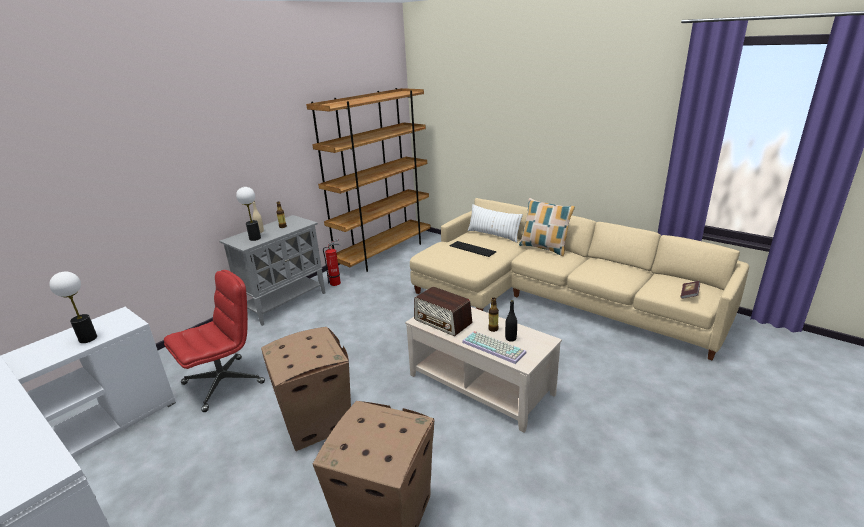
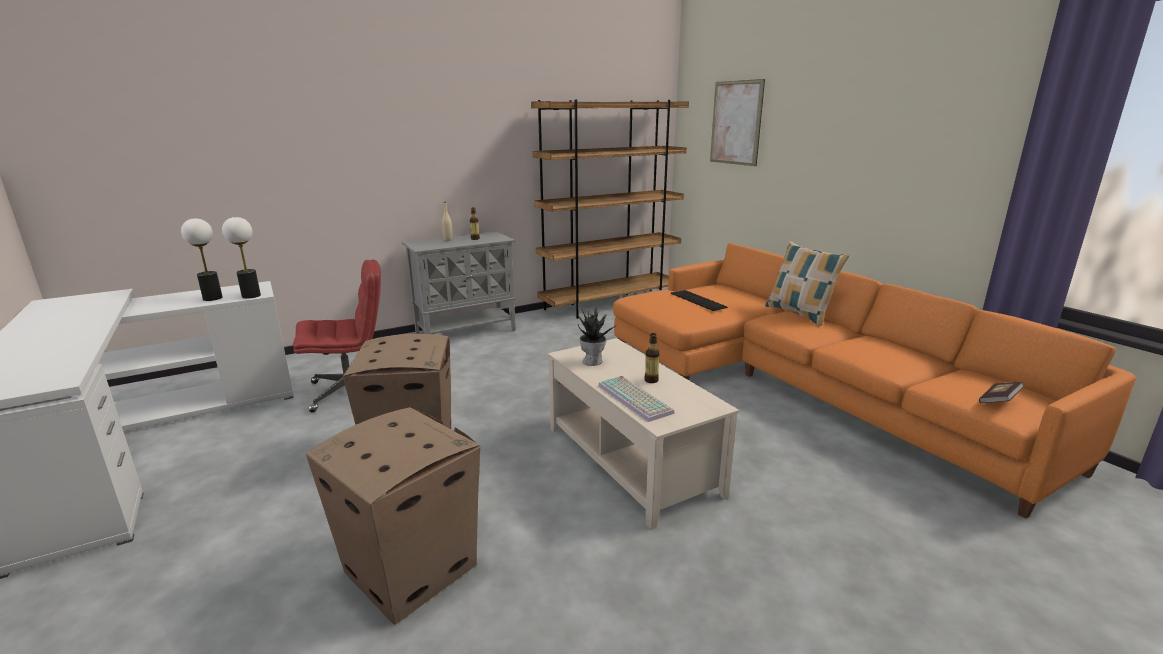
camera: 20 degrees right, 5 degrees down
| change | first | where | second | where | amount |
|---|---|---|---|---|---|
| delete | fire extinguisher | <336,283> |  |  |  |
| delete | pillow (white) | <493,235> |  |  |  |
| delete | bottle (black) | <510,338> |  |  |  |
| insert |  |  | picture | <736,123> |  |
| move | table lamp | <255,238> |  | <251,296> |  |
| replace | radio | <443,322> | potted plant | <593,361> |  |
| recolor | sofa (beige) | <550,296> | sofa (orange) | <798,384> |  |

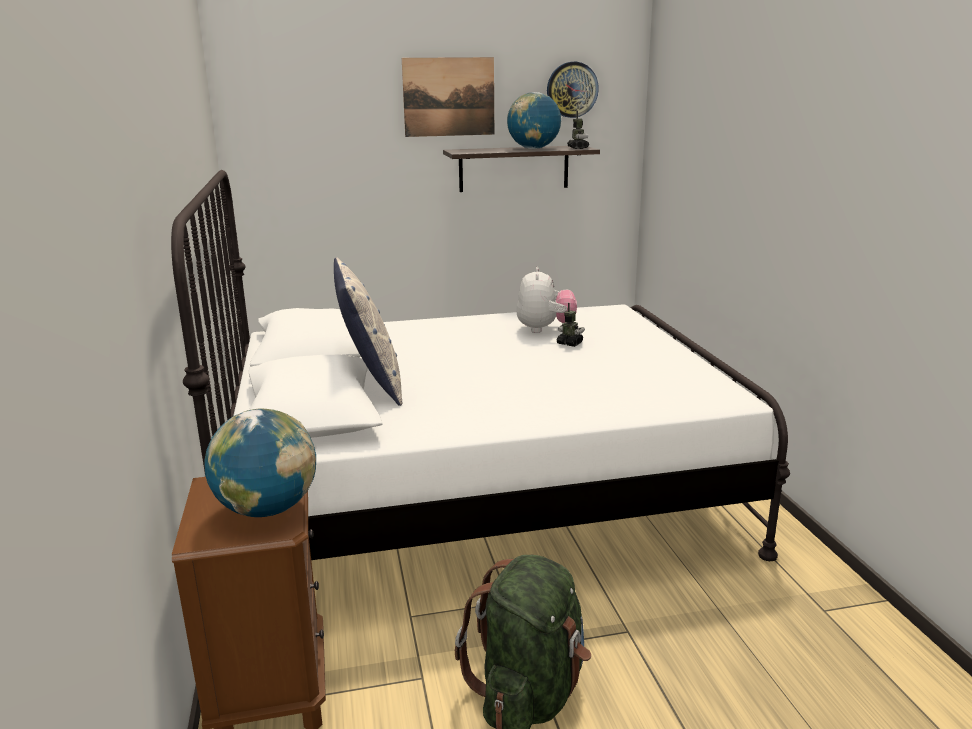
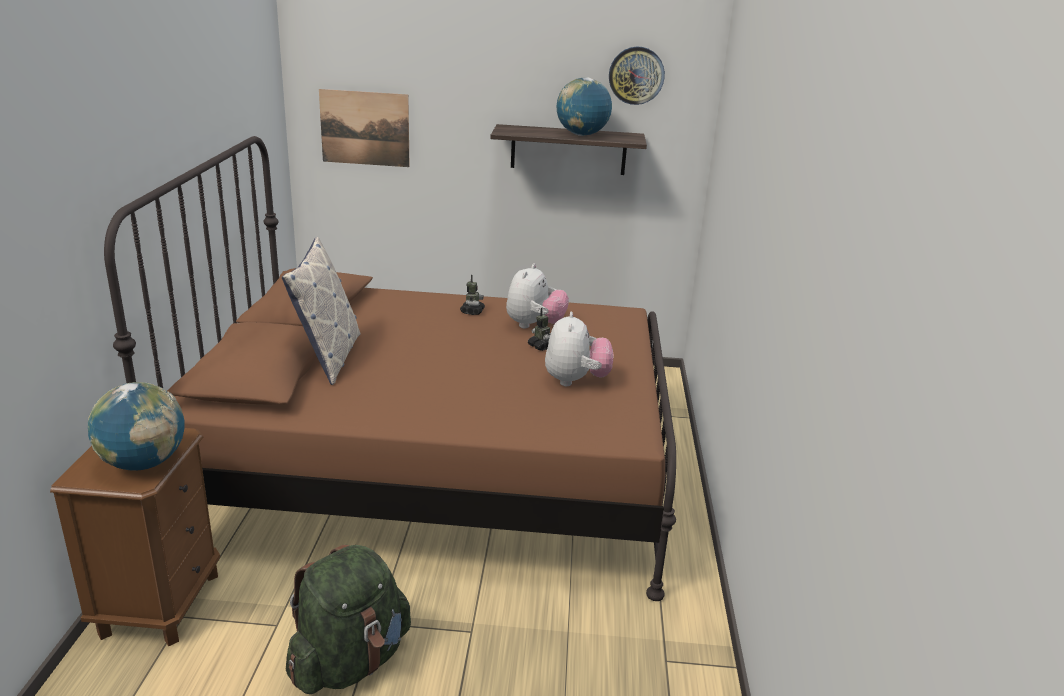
camera: 15 degrees right, 5 degrees up
| change | first | where | second | where | amount |
|---|---|---|---|---|---|
| insert |  |  | plush toy | <576,381> |  |
| move | picture | <449,97> |  | <365,128> |  |
| move | toy robot | <578,148> |  | <472,311> |  |
| recolor | bed (white) | <477,493> | bed (brown) | <436,470> |  |

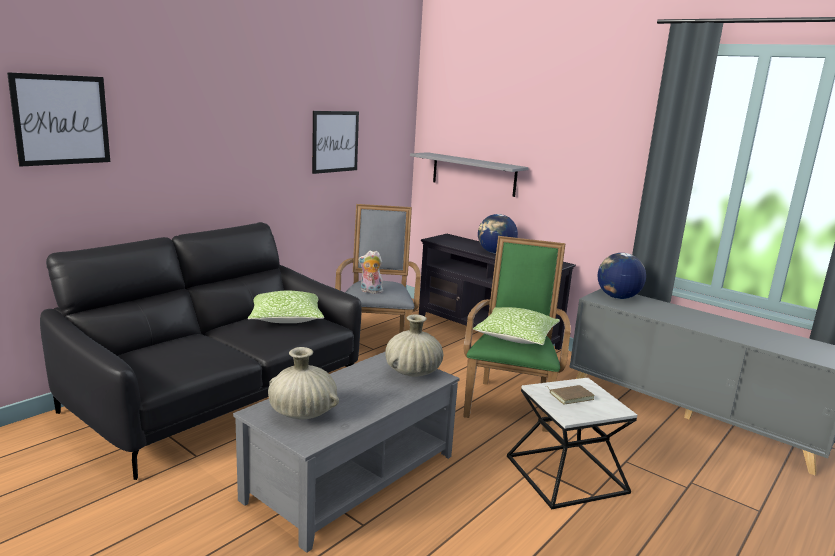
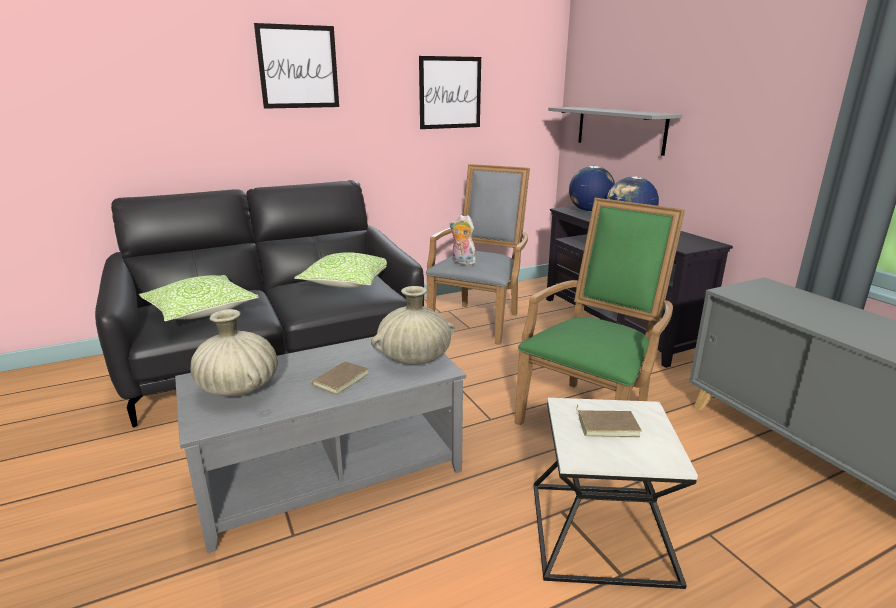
camera: 25 degrees right, 5 degrees up
| change | first | where | second | where | amount |
|---|---|---|---|---|---|
| insert |  |  | book (brown) | <339,379> |  |
| move | picture | <61,120> |  | <298,67> |  |
| move | pillow | <516,337> |  | <201,310> |  |
| move | globe | <617,297> |  | <589,211> |  |

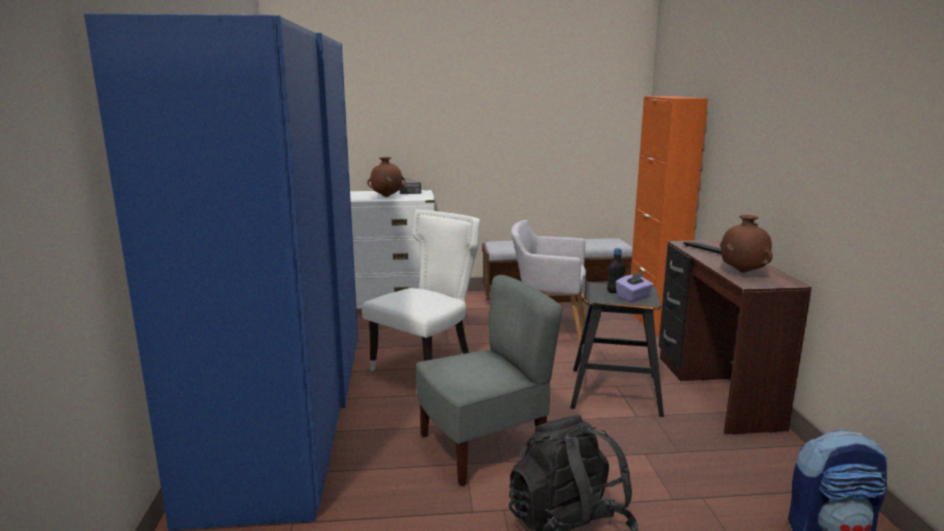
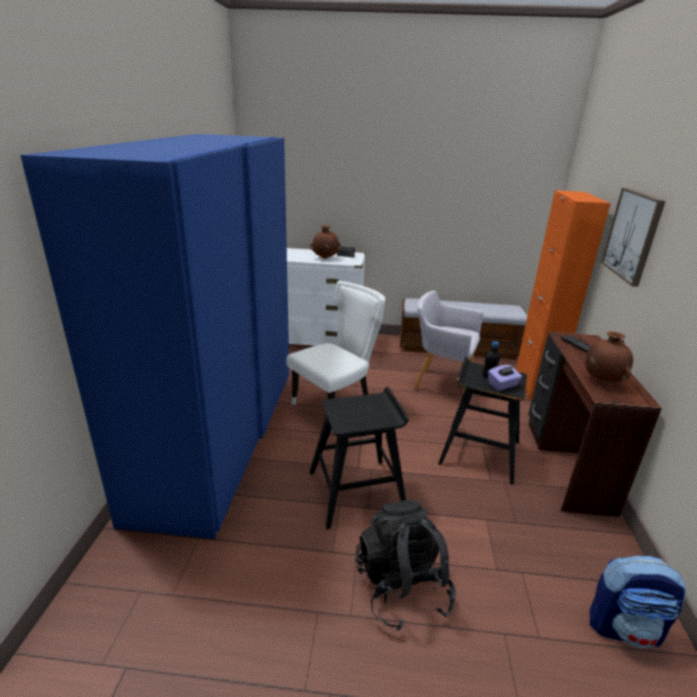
camera: 10 degrees right, 10 degrees up
| change | first | where | second | where | amount |
|---|---|---|---|---|---|
| insert |  |  | picture | <632,235> |  |
| replace | chair (grey) | <483,447> | stool (black) | <357,492> |  |

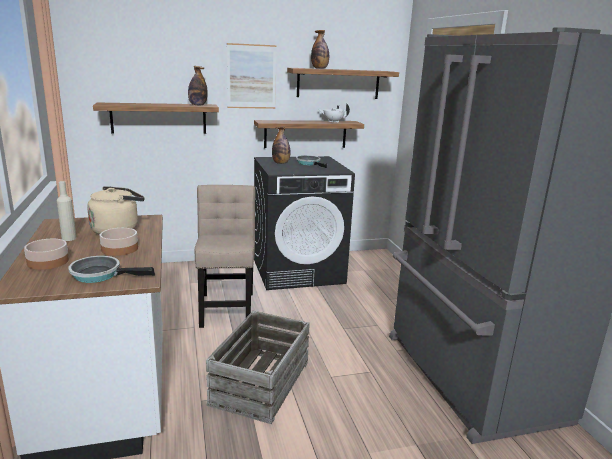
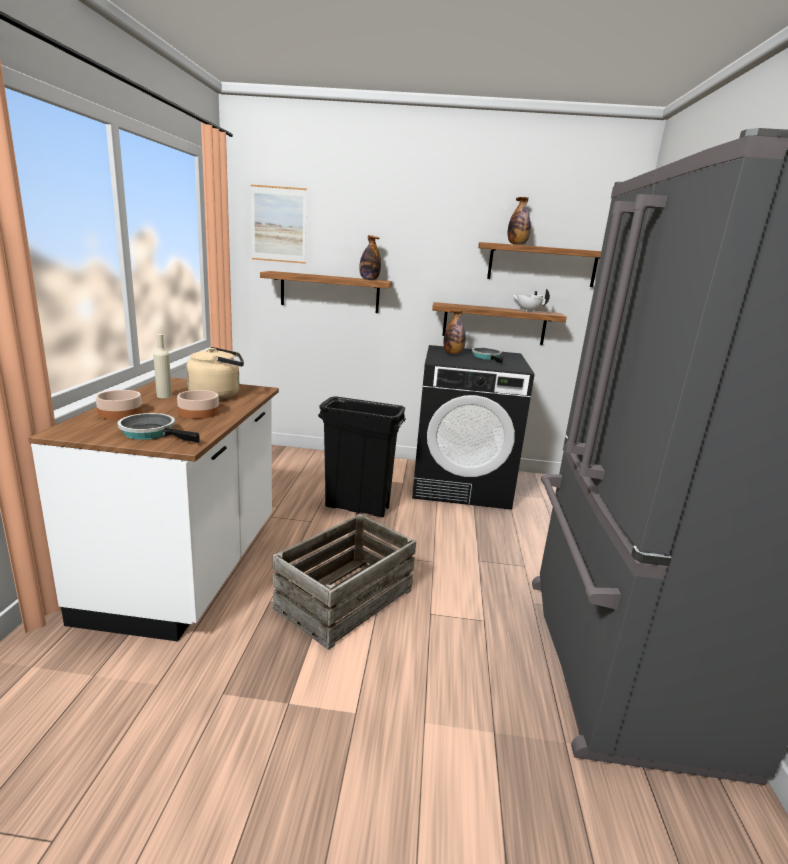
camera: 20 degrees right, 0 degrees up
| change | first | where | second | where | amount |
|---|---|---|---|---|---|
| move | picture | <251,76> |  | <278,224> |  |
| replace | chair (beige) | <226,307> | trash can (black) | <357,507> |  |

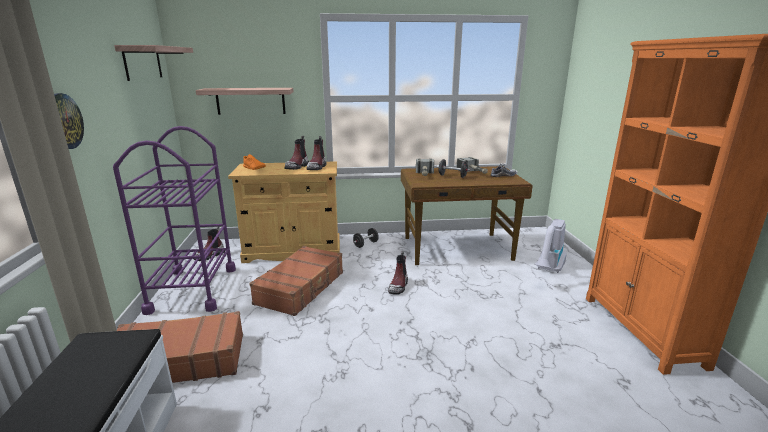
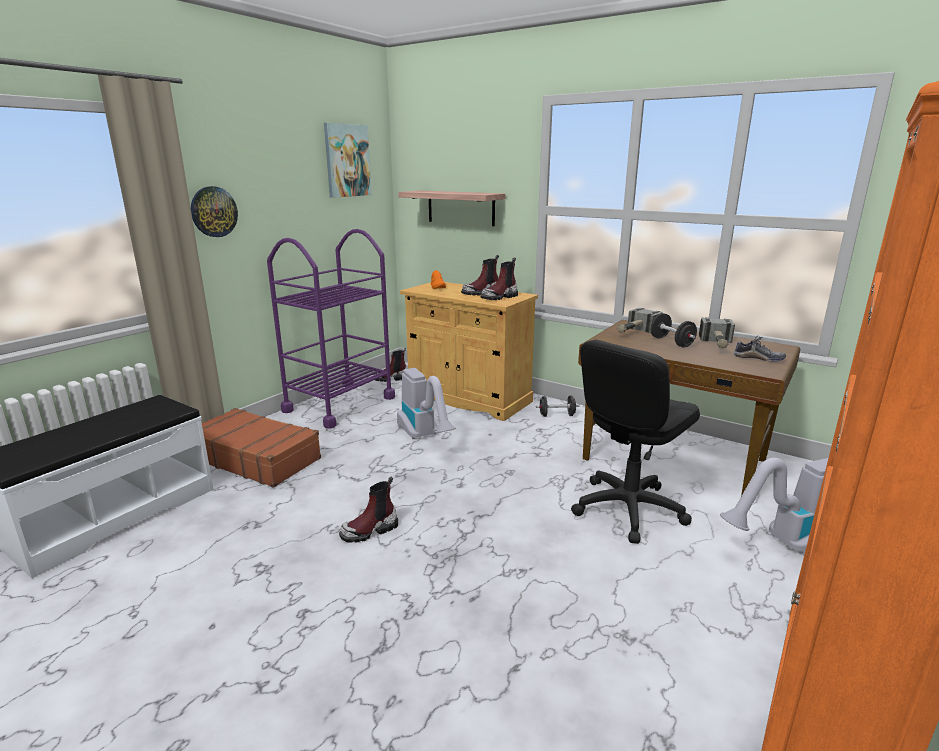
camera: 40 degrees right, 0 degrees up
| change | first | where | second | where | amount |
|---|---|---|---|---|---|
| insert |  |  | office chair (black) | <627,509> |  |
| move | boot | <398,286> |  | <370,530> |  |
| replace | shelf | <142,62> | picture | <347,160> |  |
| replace | suitcase (brown) | <301,288> | vacuum cleaner | <425,437> |  |

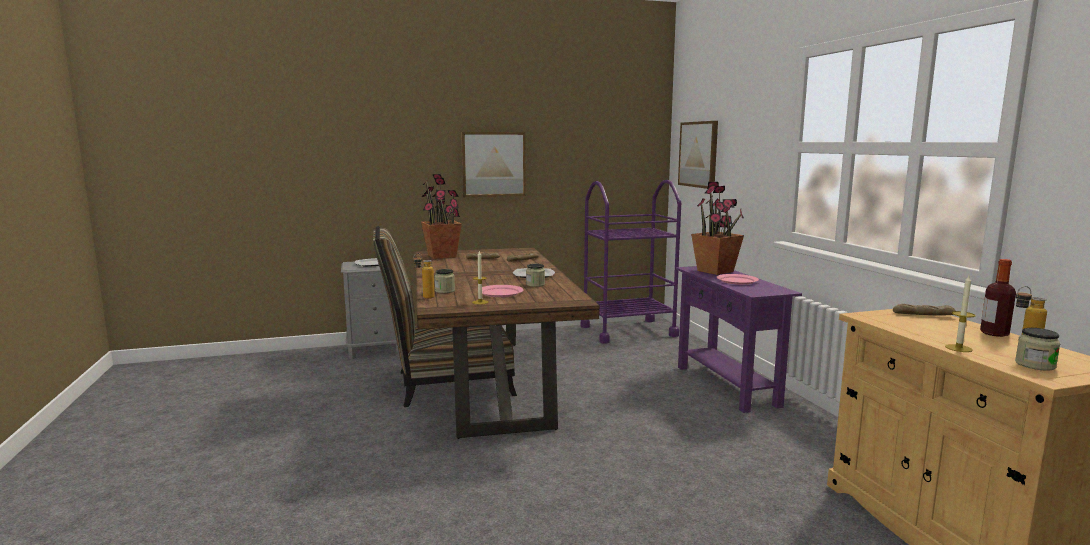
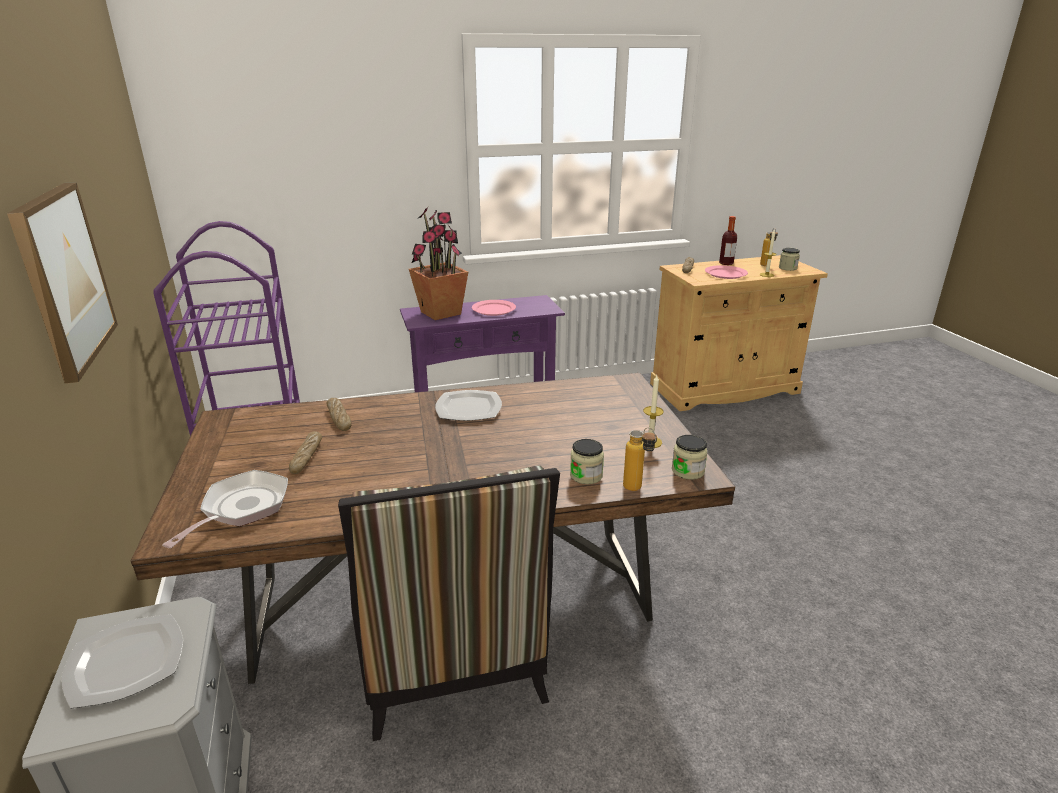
camera: 90 degrees left, 15 degrees up
| change | first | where | second | where | amount |
|---|---|---|---|---|---|
| delete | picture | <698,154> |  |  |  |
| move | plate (pink) | <501,293> |  | <725,274> |  |
| move | jar | <535,284> |  | <687,471> |  |
| replace | potted plant | <442,256> | frying pan | <241,509> |  |

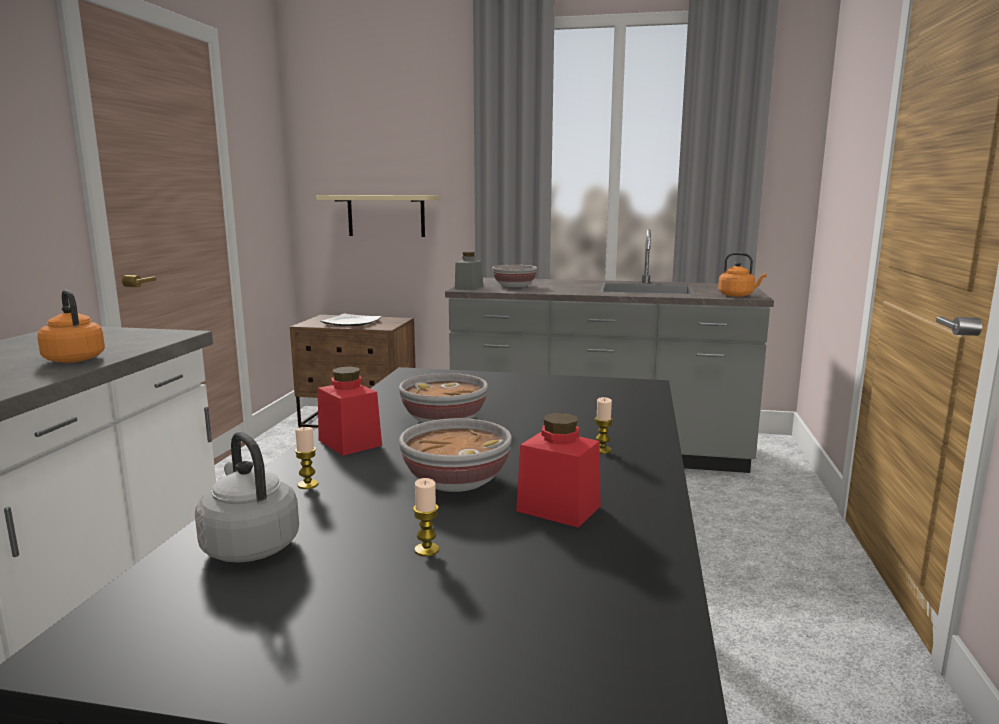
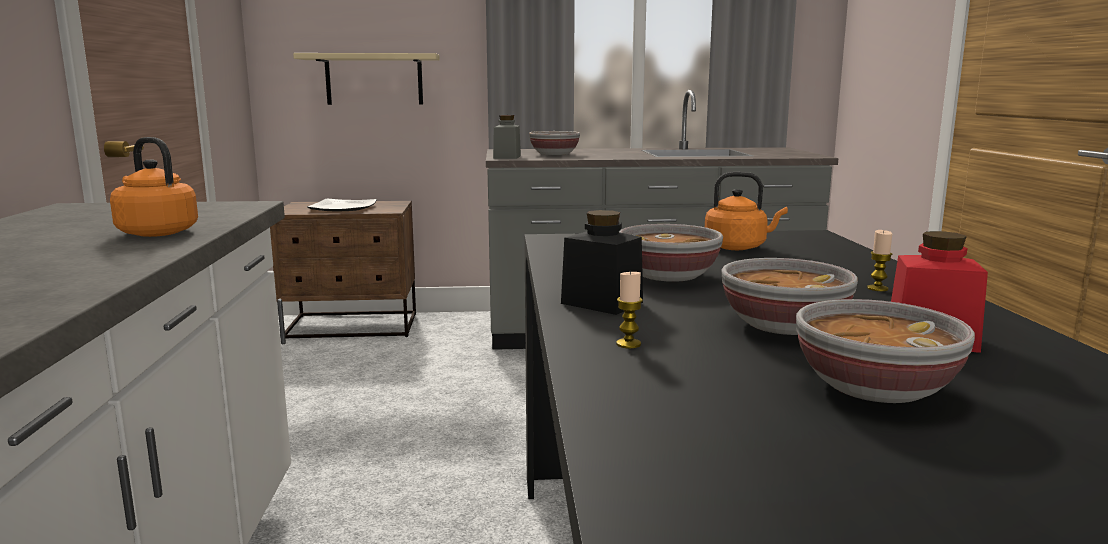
camera: 15 degrees left, 0 degrees up
| change | first | where | second | where | amount |
|---|---|---|---|---|---|
| delete | kettle (grey) | <249,545> |  |  |  |
| move | kettle (orange) | <738,295> |  | <738,247> |  |
| replace | candle | <426,550> | bowl | <872,387> |  |
| recolor | jar (red) | <350,443> | jar (black) | <602,303> |  |

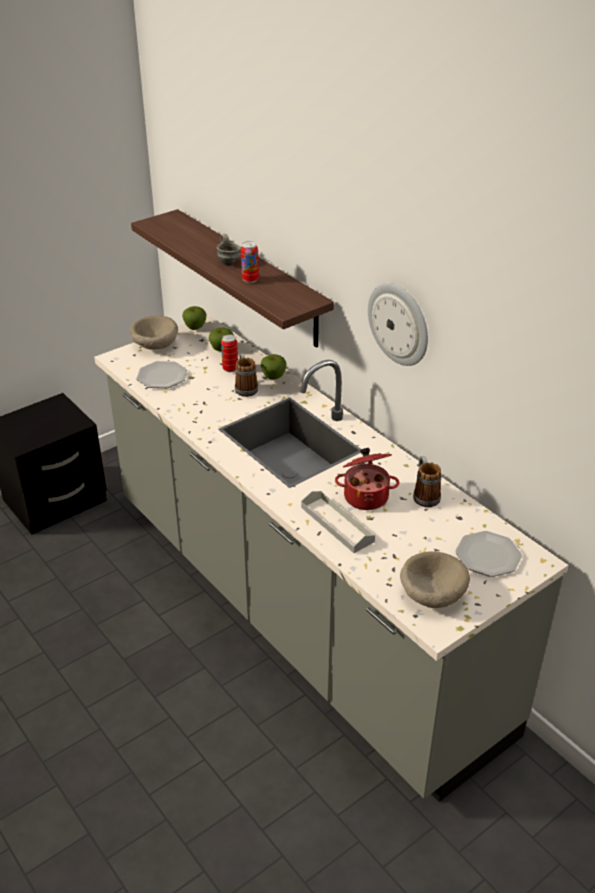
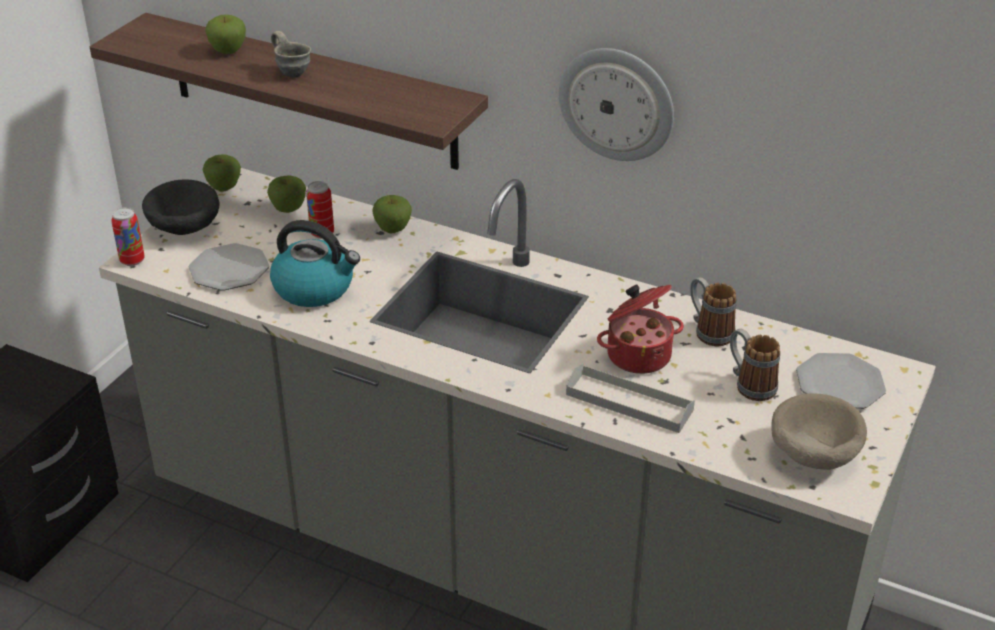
camera: 25 degrees left, 0 degrees up
| change | first | where | second | where | amount |
|---|---|---|---|---|---|
| insert |  |  | apple | <228,51> |  |
| insert |  |  | kettle | <315,288> |  |
| move | mug | <245,387> |  | <749,384> |  |
| move | can | <250,280> |  | <132,260> |  |
| recolor | bowl (beige) | <155,346> | bowl (black) | <183,229> |  |

